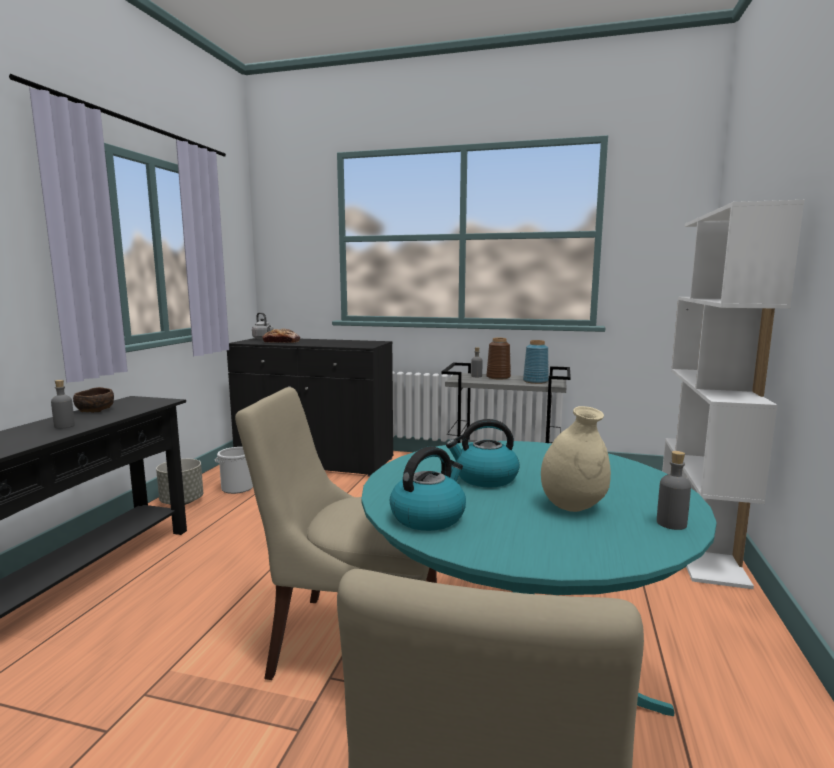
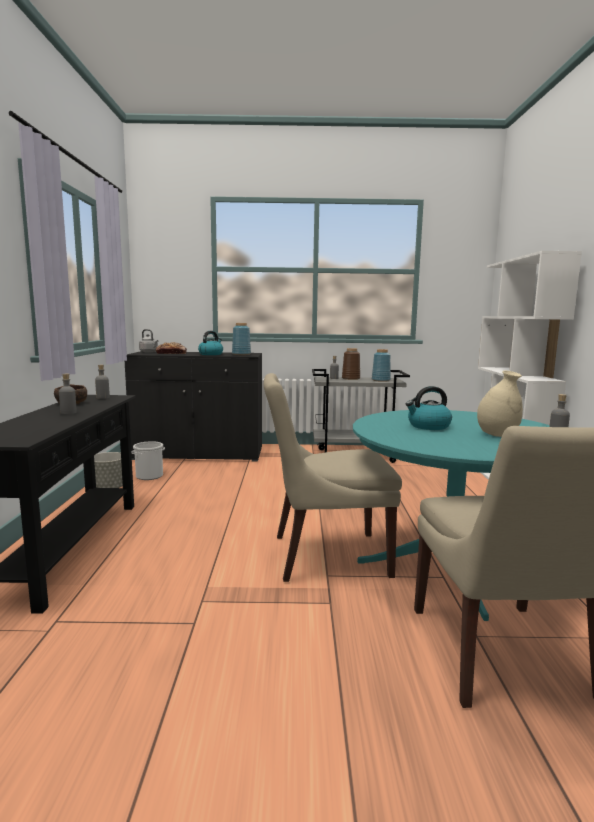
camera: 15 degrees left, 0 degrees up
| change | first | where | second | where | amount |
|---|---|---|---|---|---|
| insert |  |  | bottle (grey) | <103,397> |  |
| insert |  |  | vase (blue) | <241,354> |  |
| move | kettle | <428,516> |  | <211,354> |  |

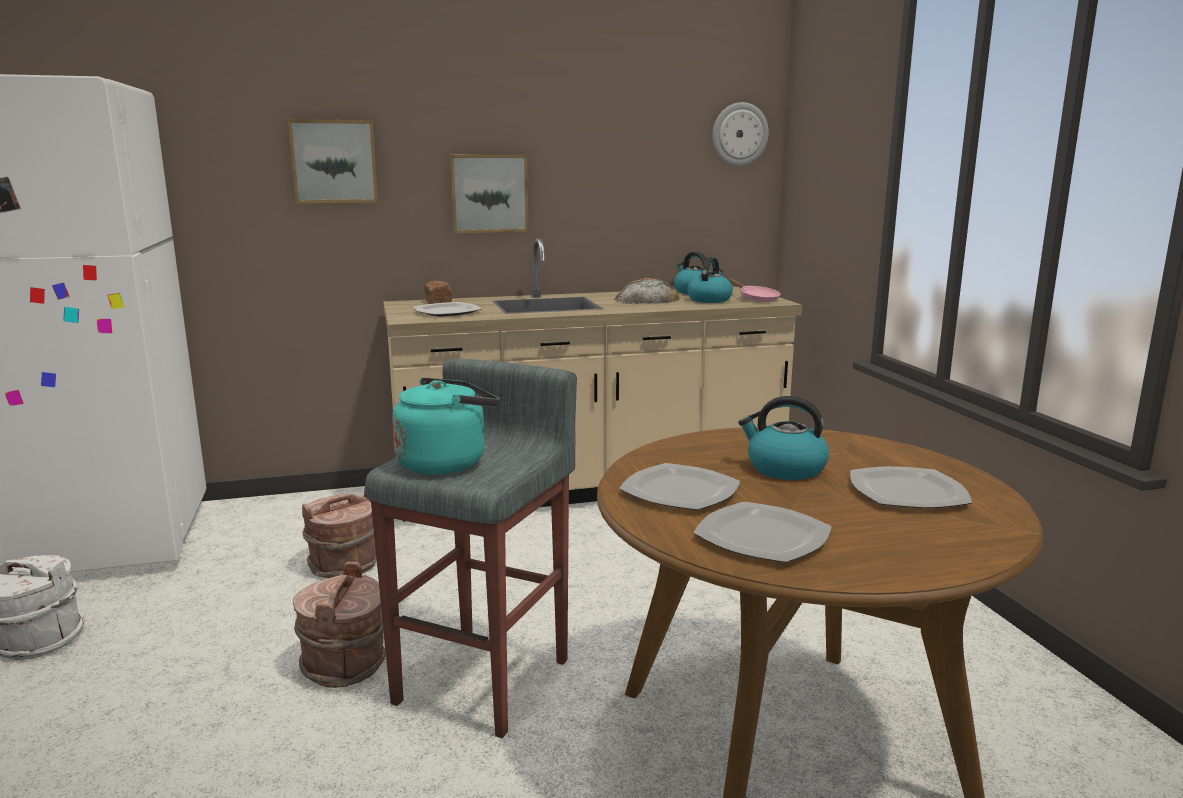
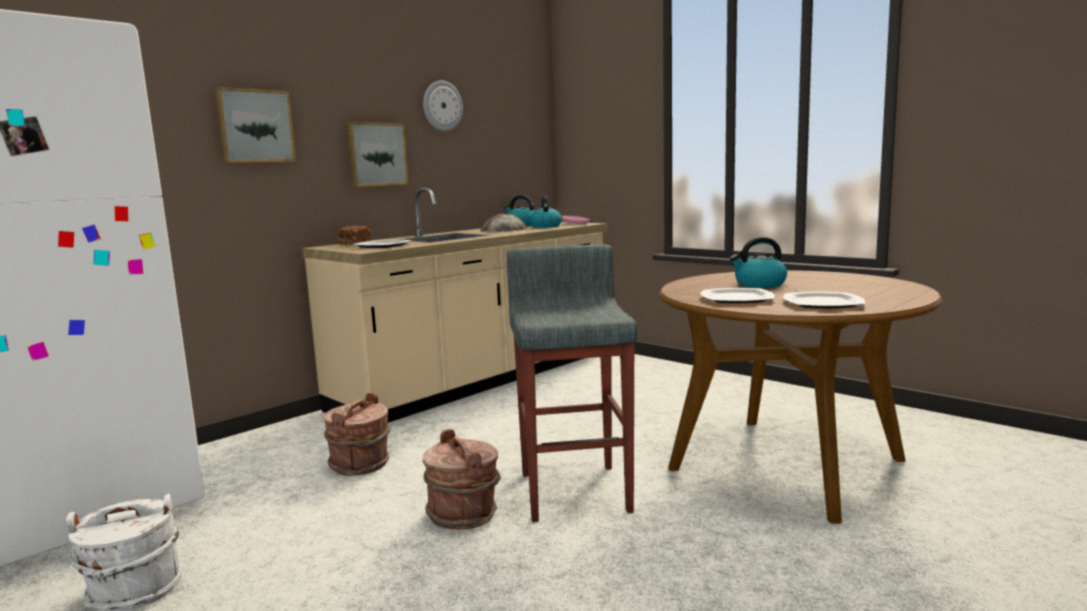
camera: 30 degrees left, 5 degrees down
| change | first | where | second | where | amount |
|---|---|---|---|---|---|
| delete | kettle (turquoise) | <446,462> |  |  |  |
| delete | plate | <906,492> |  |  |  |
| move | wall clock | <739,134> |  | <442,106> |  |

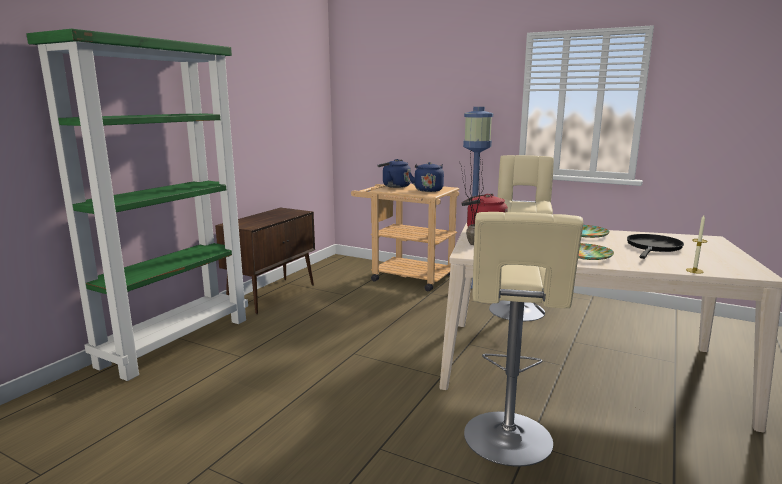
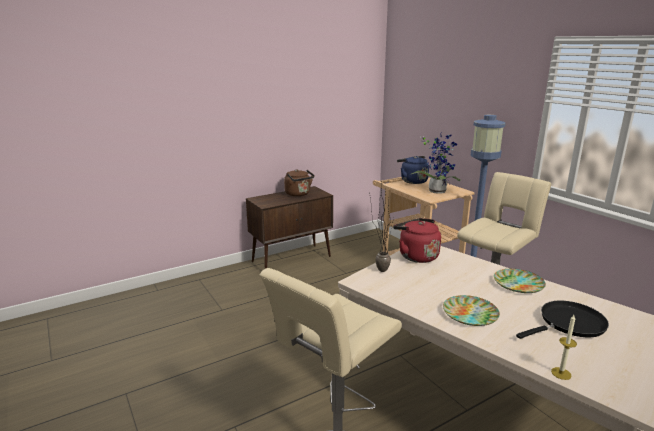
camera: 30 degrees right, 5 degrees up
| change | first | where | second | where | amount |
|---|---|---|---|---|---|
| delete | bookcase (green) | <177,341> |  |  |  |
| insert |  |  | kettle (brown) | <298,194> |  |
| replace | kettle (blue) | <428,190> | potted plant | <437,191> |  |

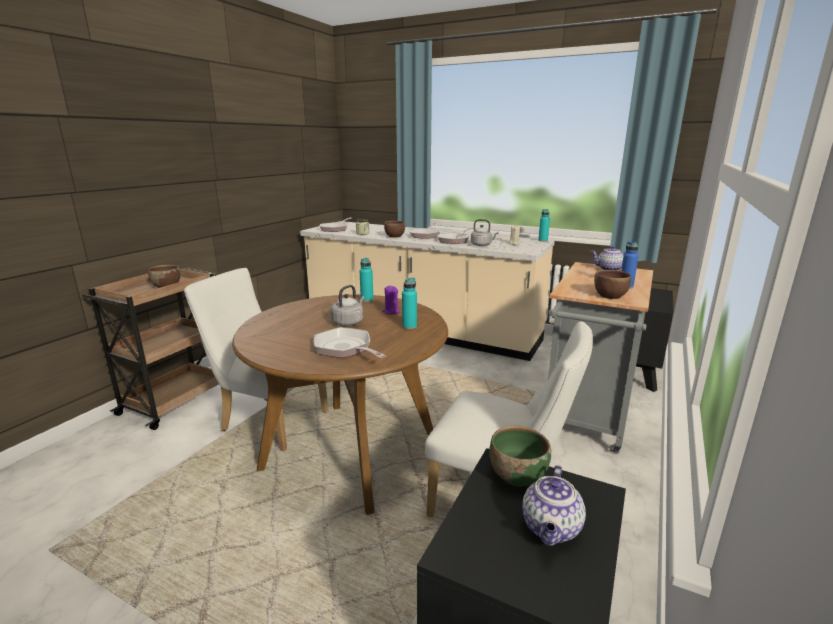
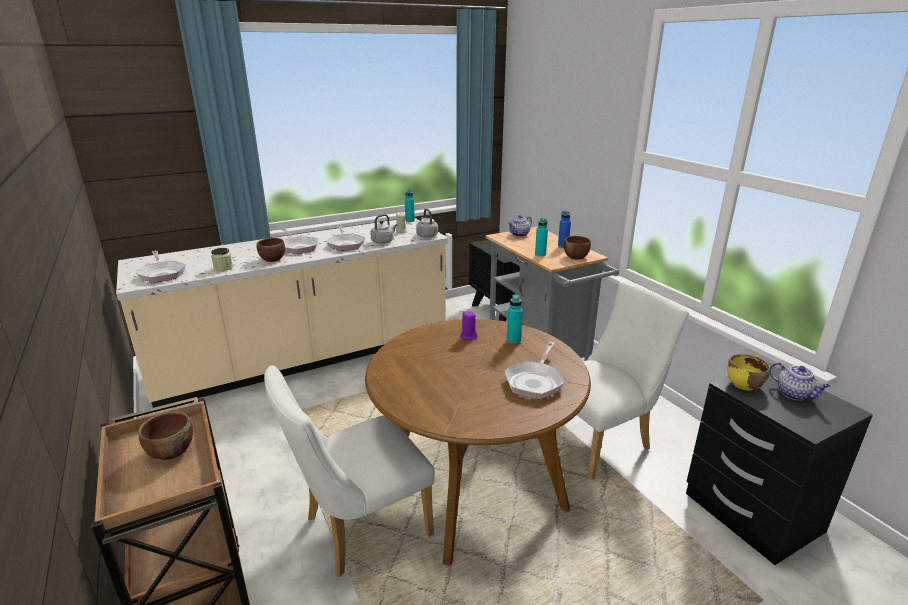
camera: 55 degrees left, 5 degrees up
| change | first | where | second | where | amount |
|---|---|---|---|---|---|
| move | kettle (grey) | <349,322> |  | <426,235> |  |
| move | bottle (turquoise) | <367,299> |  | <540,254> |  |
| recolor | bowl (green) | <517,475> | bowl (yellow) | <743,384> |  |
| rotate | frying pan | <345,349> |  | <535,381> | 60 degrees counterclockwise |

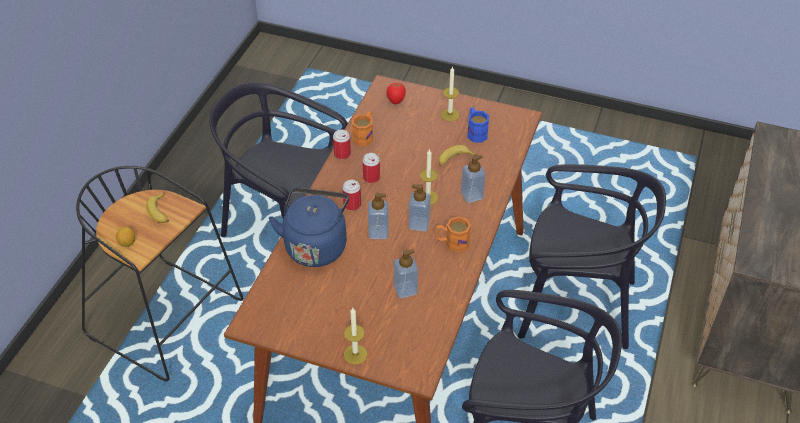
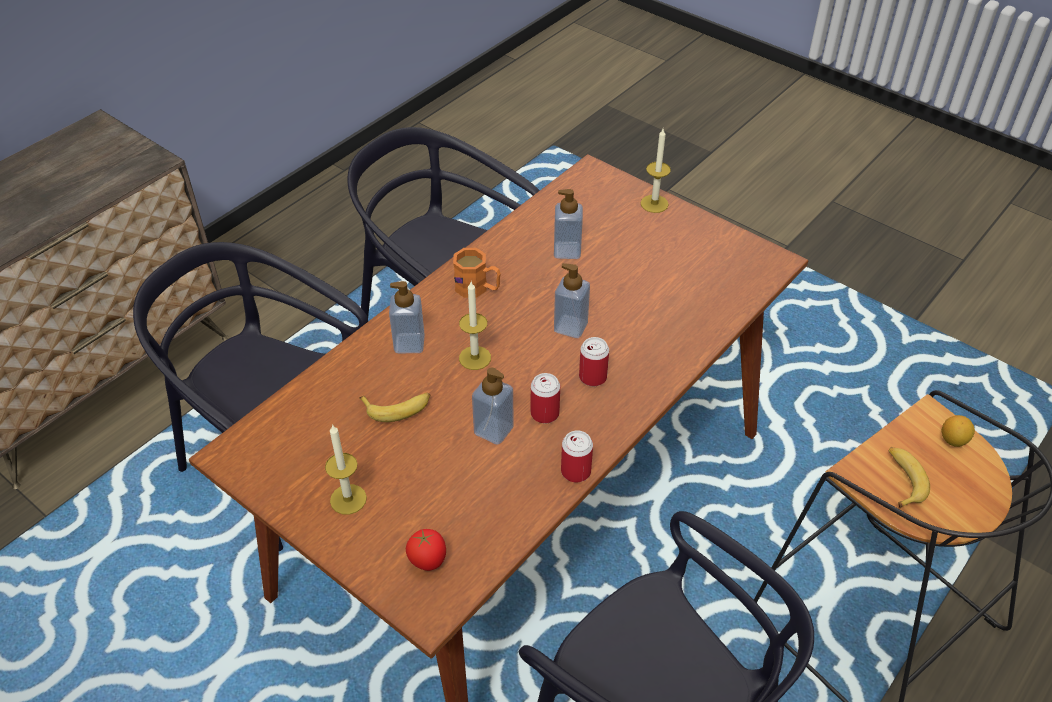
camera: 160 degrees left, 0 degrees up
| change | first | where | second | where | amount |
|---|---|---|---|---|---|
| delete | kettle (blue) | <316,245> |  |  |  |
| delete | mug (orange) | <364,136> |  |  |  |
| delete | mug (blue) | <475,132> |  |  |  |
| move | soap dispenser | <419,224> |  | <493,430> |  |

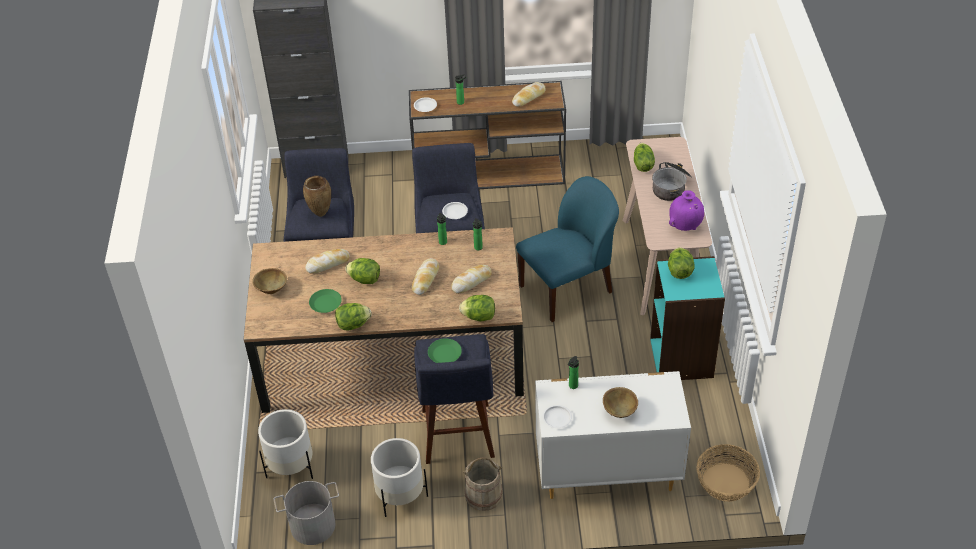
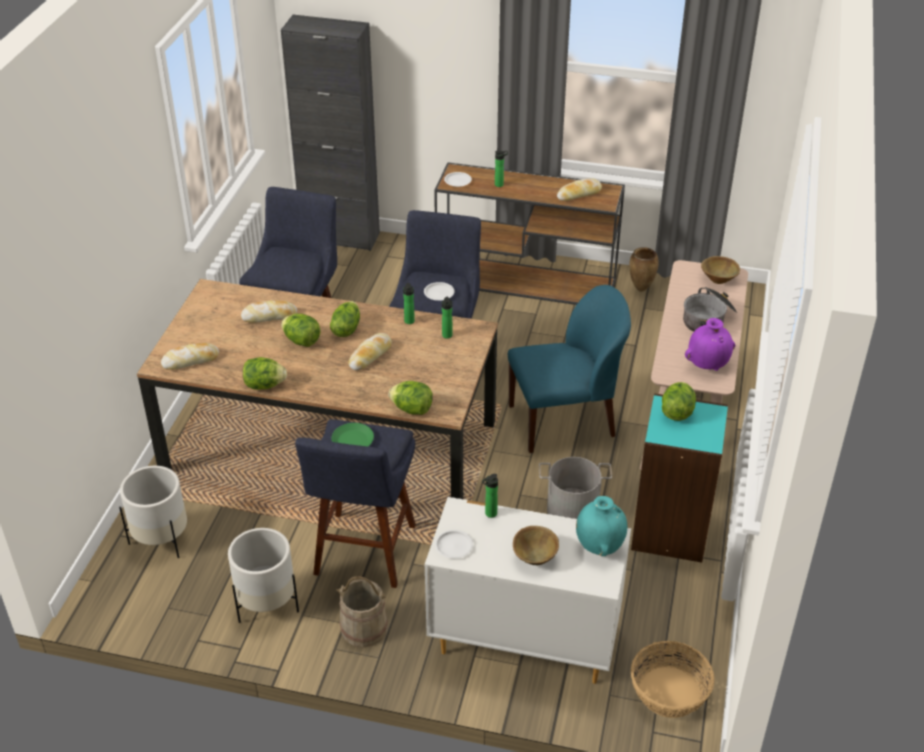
camera: 15 degrees right, 5 degrees down
| change | first | where | second | where | amount |
|---|---|---|---|---|---|
| delete | plate (green) | <326,303> |  |  |  |
| insert |  |  | vase (turquoise) | <599,546> |  |
| move | bowl (brown) | <271,289> |  | <718,280> |  |
| move | bucket (grey) | <312,525> |  | <572,510> |  |
| move | vase (brown) | <320,214> |  | <640,289> |  |
| move | bread | <471,282> |  | <190,361> |  |
| move | lettuce | <642,165> |  | <346,329> |  |

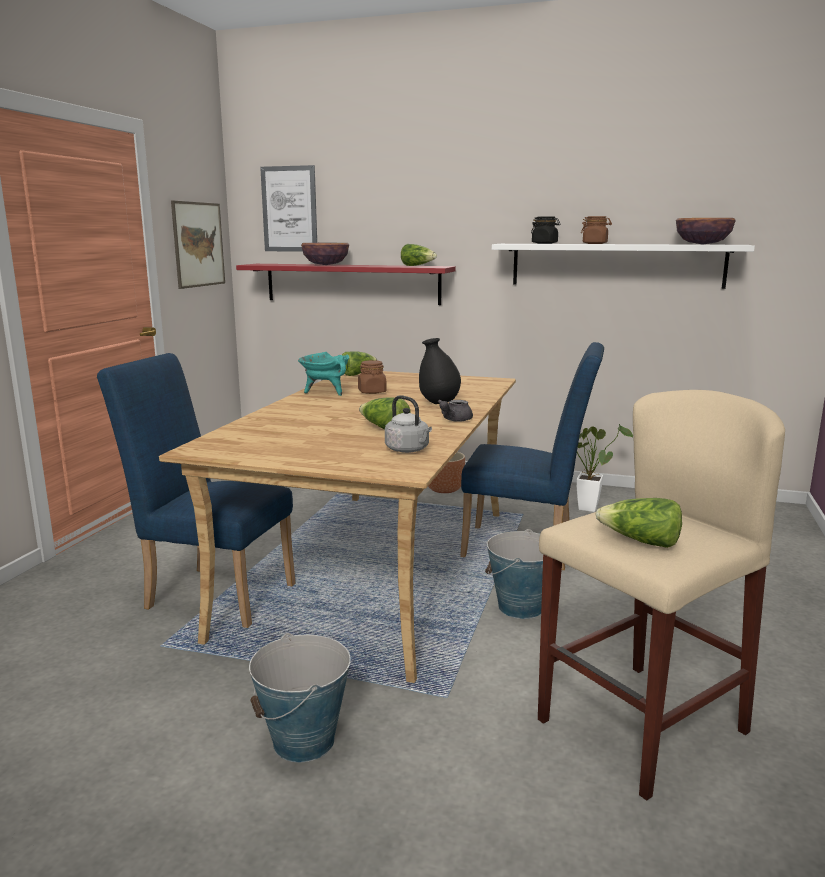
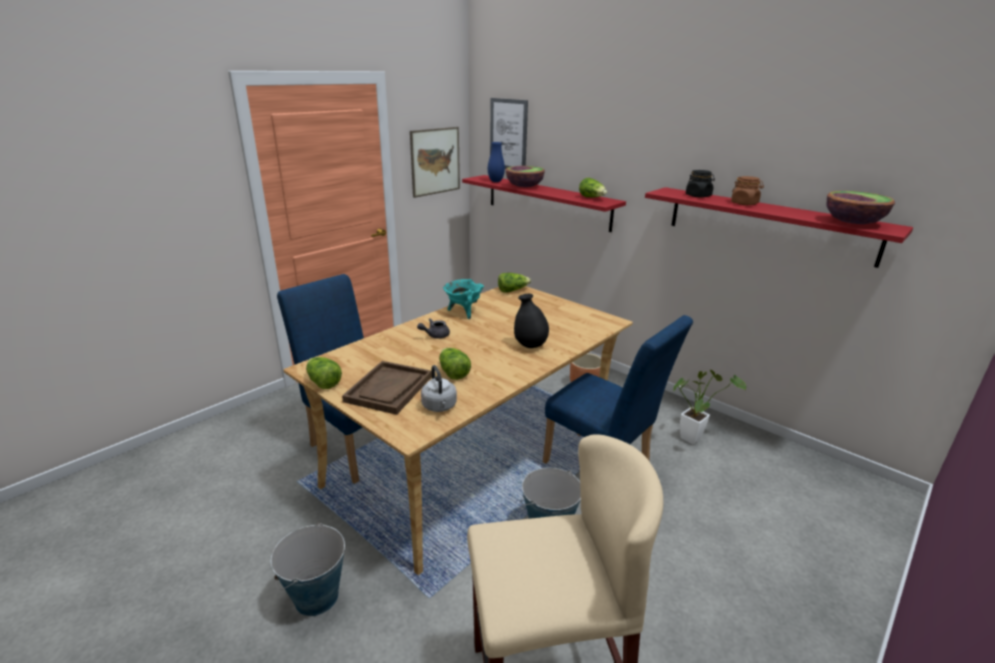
camera: 25 degrees right, 10 degrees up
| change | first | where | second | where | amount |
|---|---|---|---|---|---|
| delete | jar (brown) | <372,392> |  |  |  |
| insert |  |  | tray (brown) | <389,389> |  |
| insert |  |  | vase (blue) | <496,181> |  |
| move | teapot (grey) | <454,420> |  | <435,335> |  |
| move | lettuce | <641,542> |  | <323,382> |  |
| recolor | shelf (white) | <616,265> | shelf (red) | <768,224> |  |

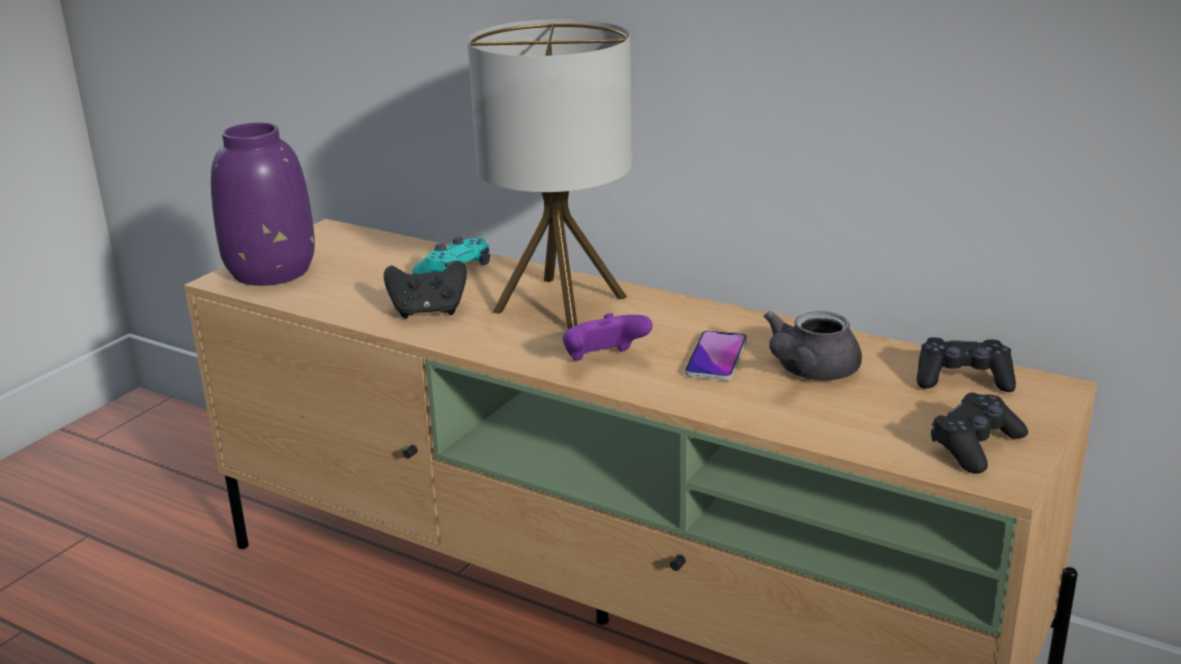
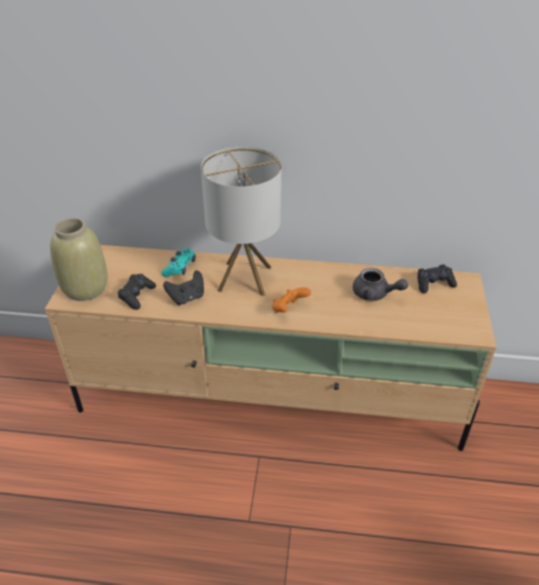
camera: 25 degrees left, 15 degrees up
| change | first | where | second | where | amount |
|---|---|---|---|---|---|
| delete | phone | <716,357> |  |  |  |
| move | game controller (black) | <975,446> |  | <137,296> |  |
| recolor | vase (purple) | <270,271> | vase (beige) | <85,288> |  |
| recolor | game controller (purple) | <604,361> | game controller (orange) | <288,309> |  |
| rotate | teapot (grey) | <809,371> |  | <375,294> | 75 degrees counterclockwise |

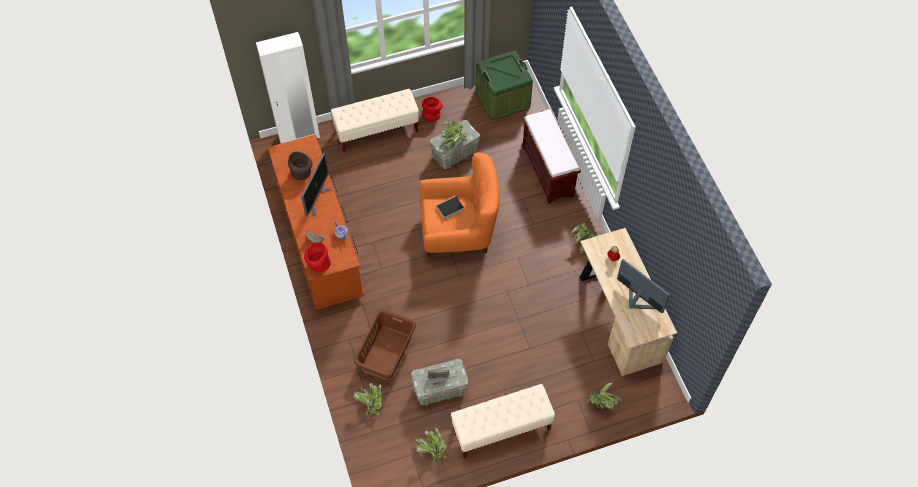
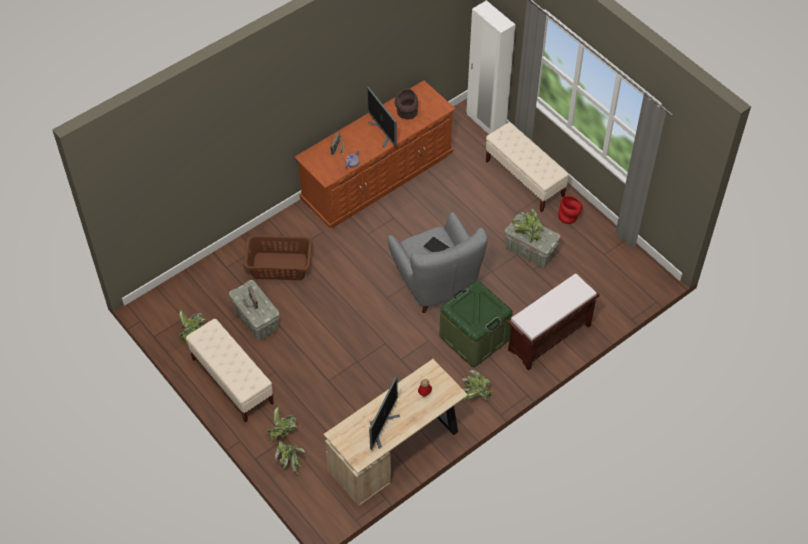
camera: 70 degrees right, 5 degrees down
| change | first | where | second | where | amount |
|---|---|---|---|---|---|
| delete | vase (red) | <318,264> |  |  |  |
| move | potted plant | <371,403> |  | <283,432> |  |
| move | storage box (green) | <502,99> |  | <474,337> |  |
| recolor | armchair (orange) | <458,232> | armchair (grey) | <436,282> |  |
| rotate | monitor | <316,198> |  | <383,133> | 60 degrees clockwise |

